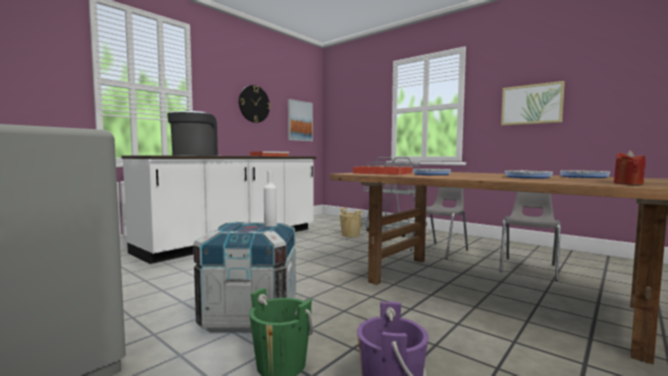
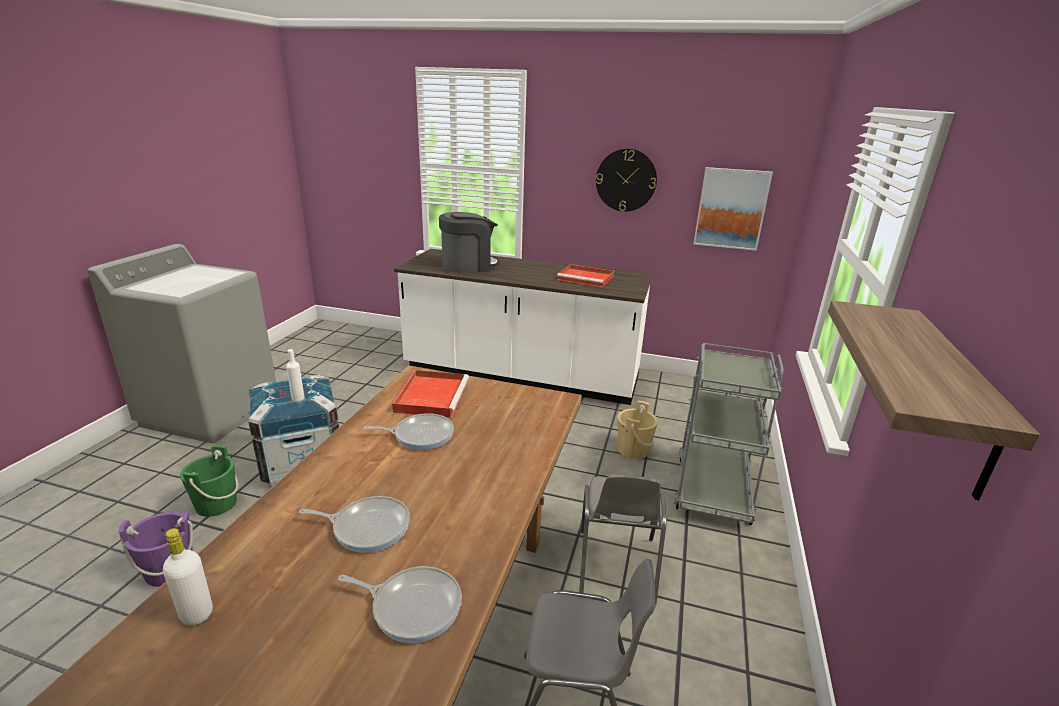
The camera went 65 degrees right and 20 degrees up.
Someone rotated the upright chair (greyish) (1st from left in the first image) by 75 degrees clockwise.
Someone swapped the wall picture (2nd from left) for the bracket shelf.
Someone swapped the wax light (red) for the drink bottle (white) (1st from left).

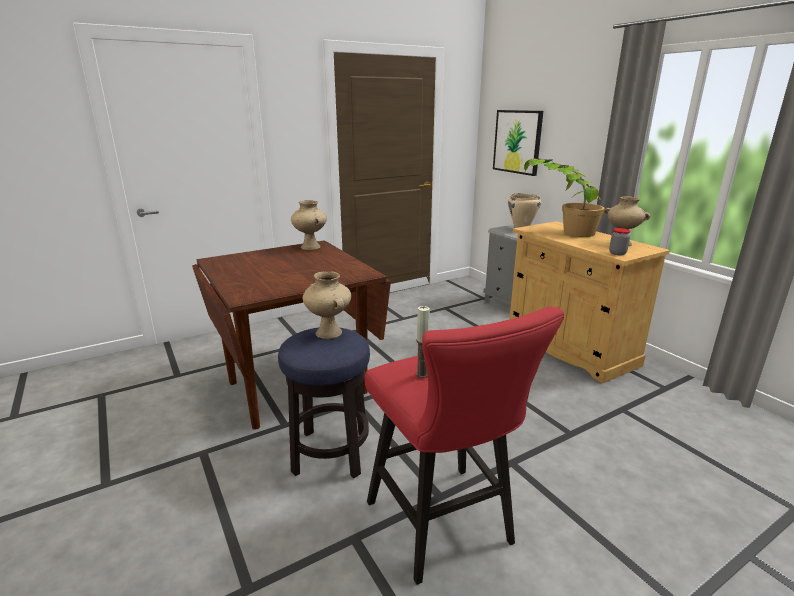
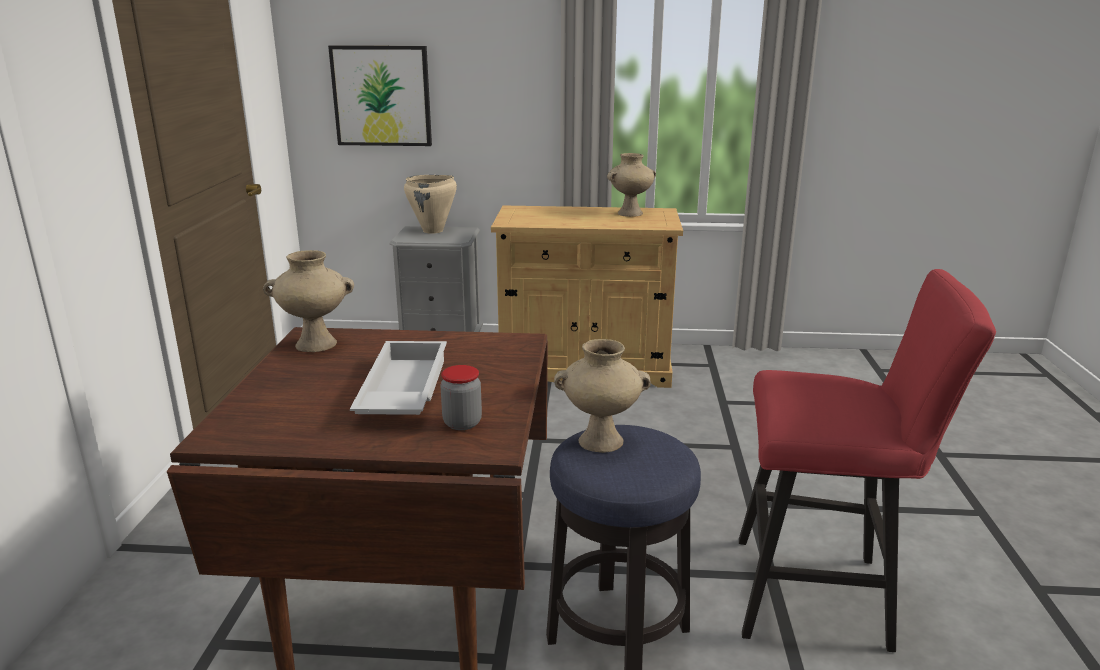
The camera went 55 degrees left and 0 degrees up.
Someone took away the wax light.
Someone took away the potted plant.
Someone carried the jar.
Someone put down the tray (white).

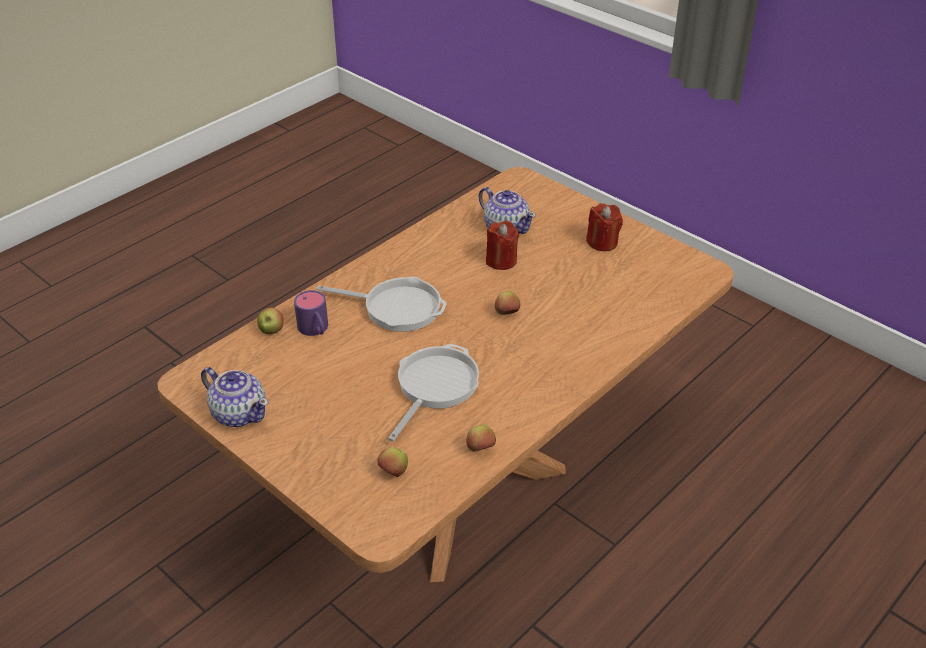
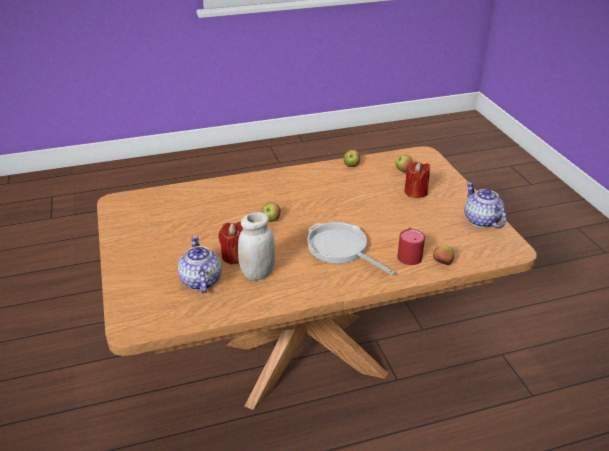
The camera went 150 degrees left and 5 degrees down.
Someone repainted the coffee mug (purple-coloured), which became the coffee mug (red).
Someone took away the skillet (2nd from left).
Someone carried the wax light (red) (2nd from left).
Someone put down the jar (white).

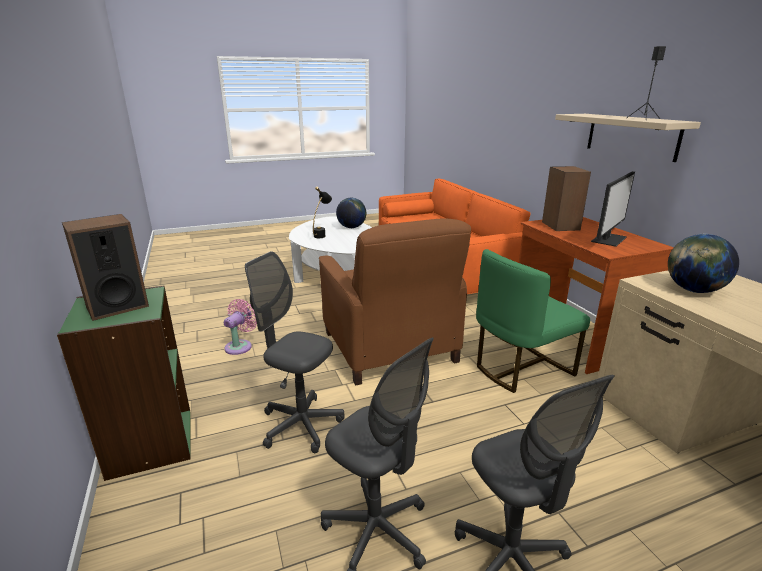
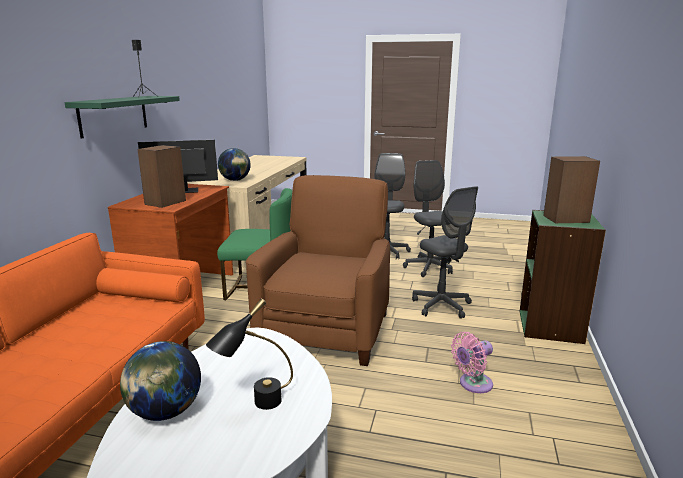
The camera went 145 degrees left and 5 degrees down.
Someone repainted the bracket shelf (sand-coloured), which became the bracket shelf (greenish).

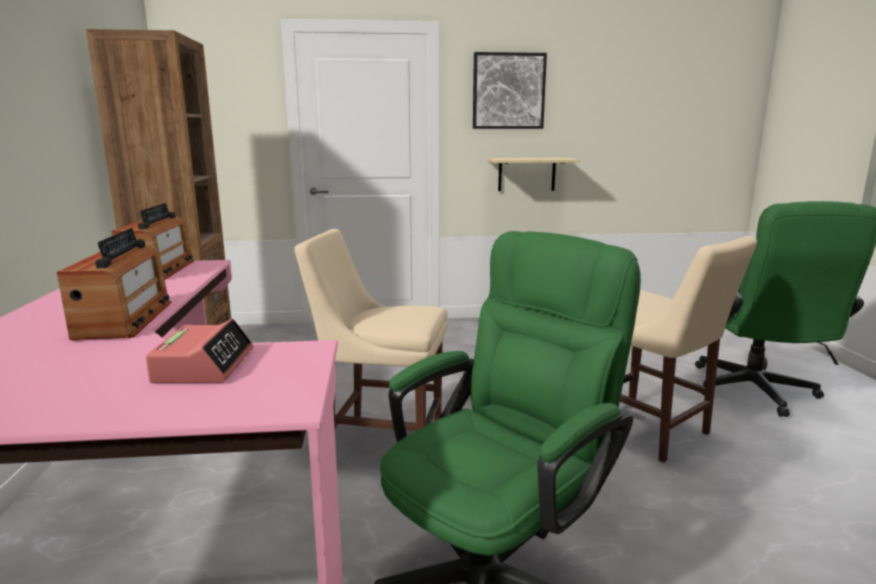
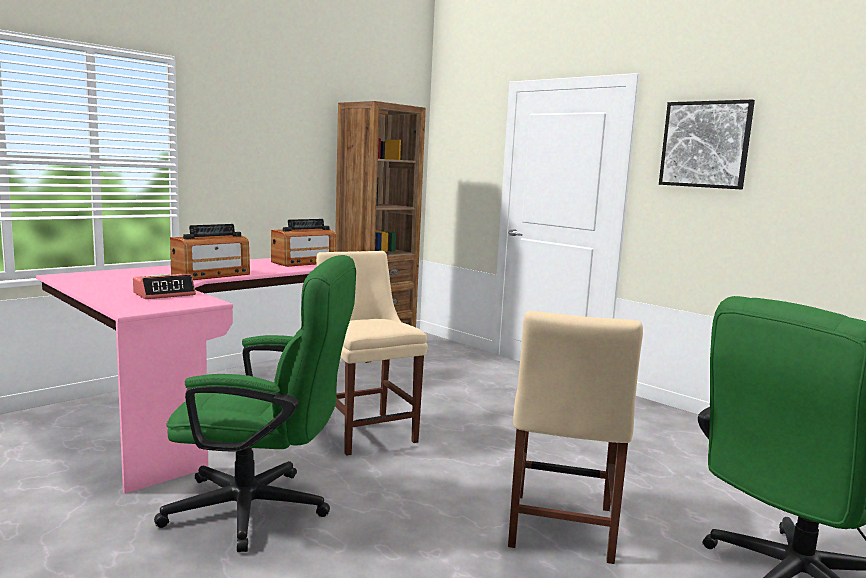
The camera went 50 degrees right and 5 degrees down.
Someone took away the bracket shelf (sand-coloured).

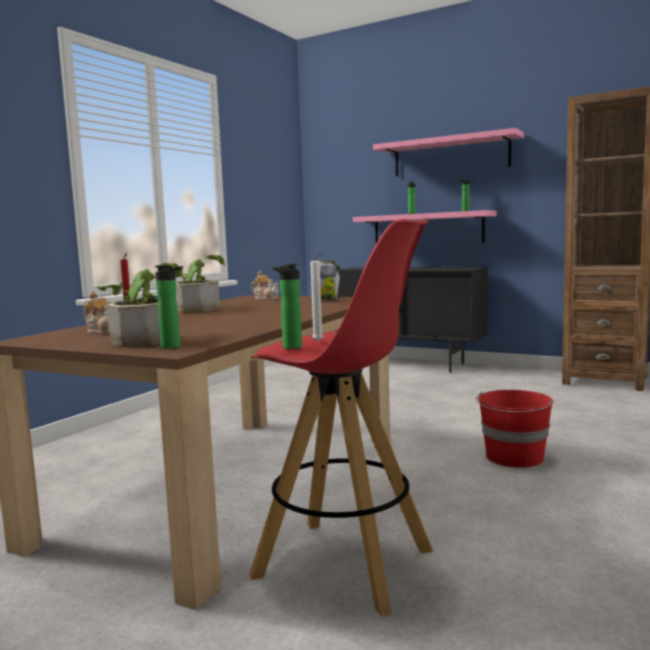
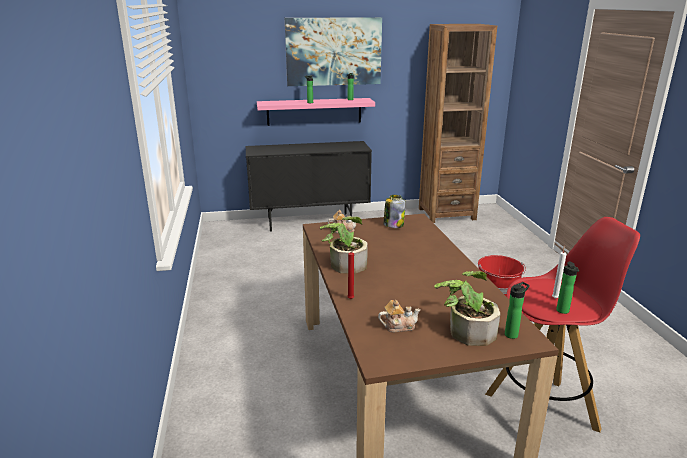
The camera went 40 degrees left and 15 degrees up.
Someone swapped the bracket shelf (pink) (2nd from left) for the wall picture.

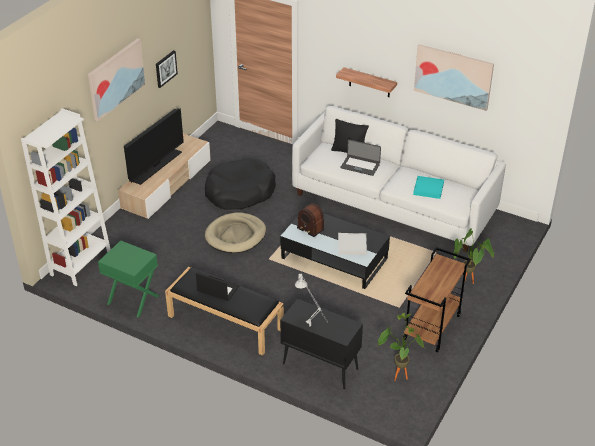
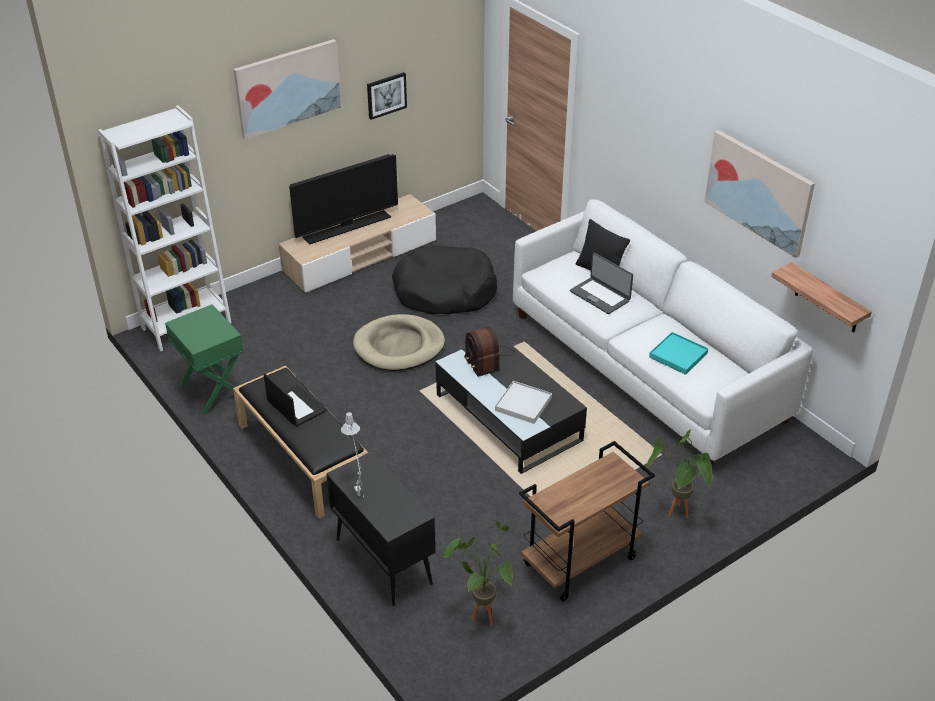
The camera went 25 degrees right and 0 degrees up.
Someone carried the bracket shelf.

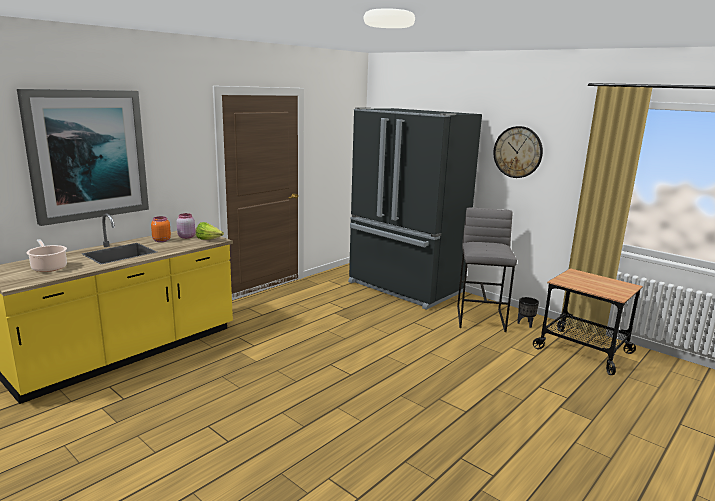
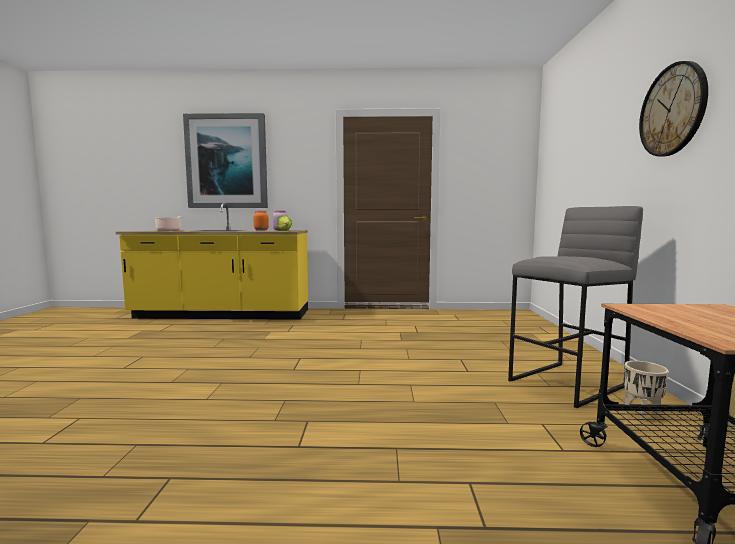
The camera went 50 degrees right and 10 degrees down.
Someone took away the refrigerator (black-coloured).
Someone repainted the planter (black-coloured), which became the planter (sand-coloured).

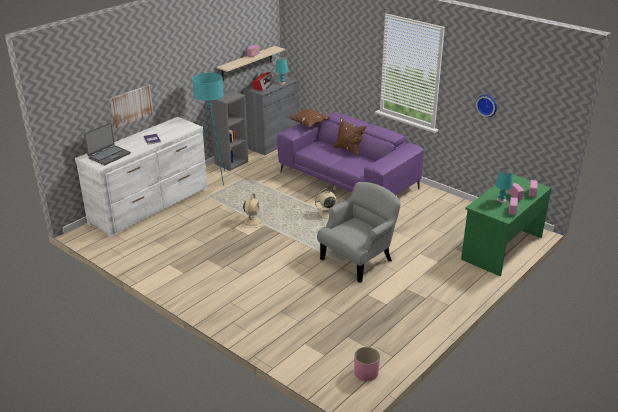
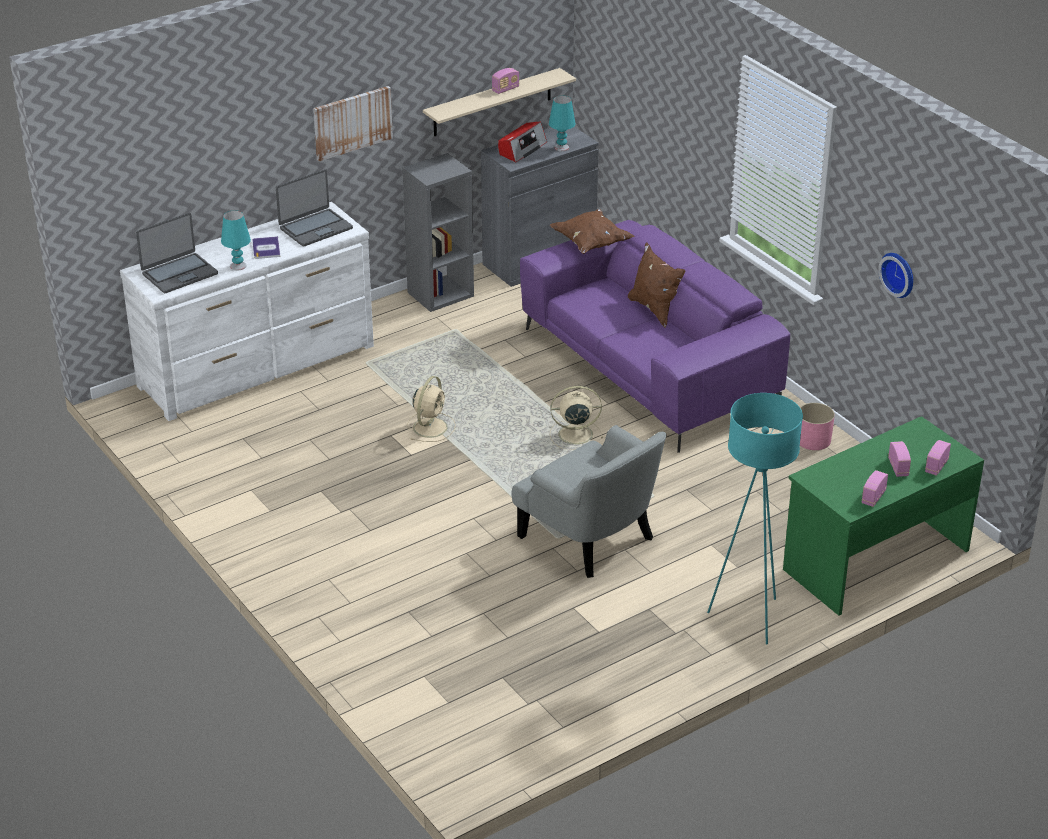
The camera went 15 degrees right and 5 degrees up.
Someone carried the wall picture.
Someone carried the standing lamp (turquoise).
Someone rotated the lounge chair (greyish) by 75 degrees clockwise.
Someone carried the planter (pink).
Someone carried the tabletop lamp (turquoise) (2nd from left in the first image).
Someone put down the notebook computer (2nd from left).

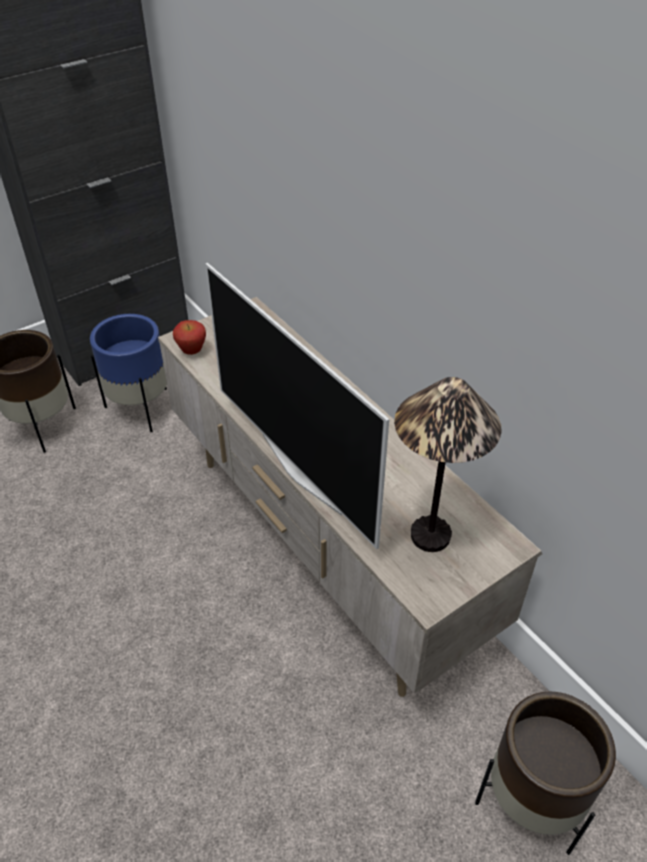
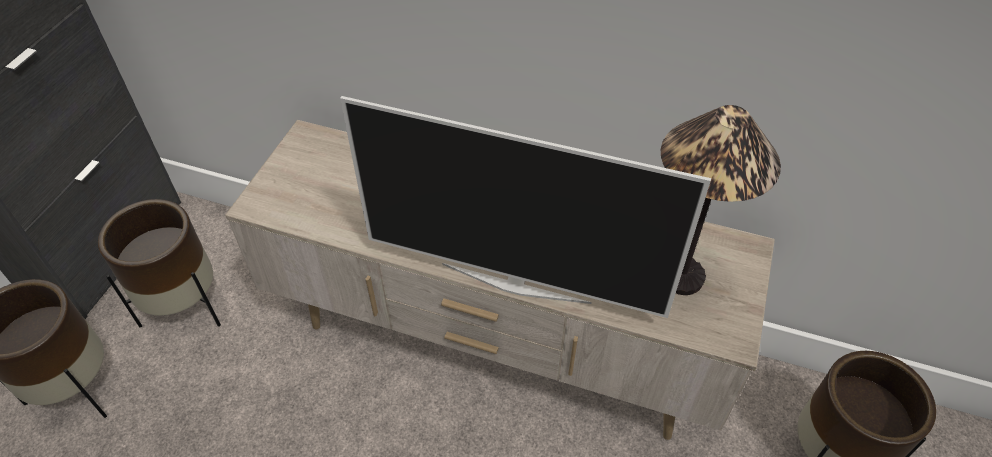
The camera went 35 degrees left and 5 degrees up.
Someone repainted the planter (blue), which became the planter (brownish) (2nd from left).
Someone took away the apple fruit.

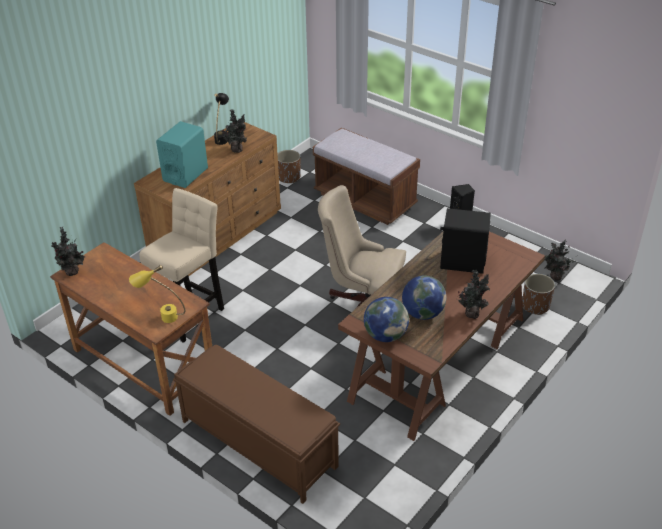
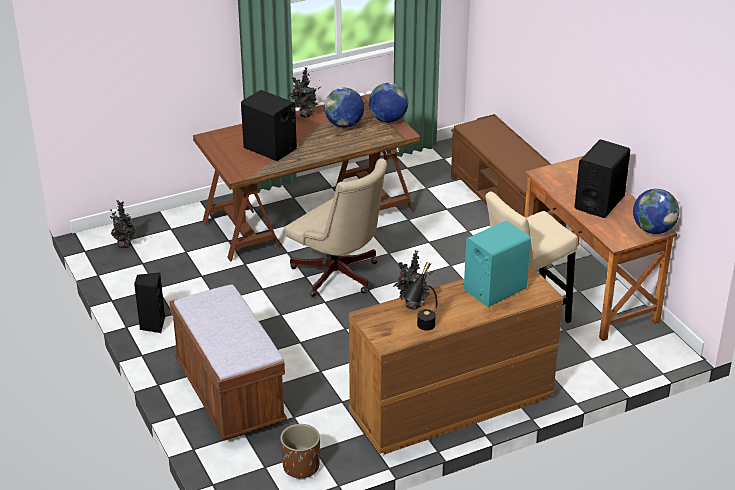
The camera went 155 degrees left and 5 degrees down.
Someone swapped the potted plant (1st from left) for the desk globe (3rd from left).
Someone took away the tabletop lamp (yellowish).
Someone took away the planter (brownish) (2nd from left).
Someone put down the speaker (black-coloured) (3rd from left).

